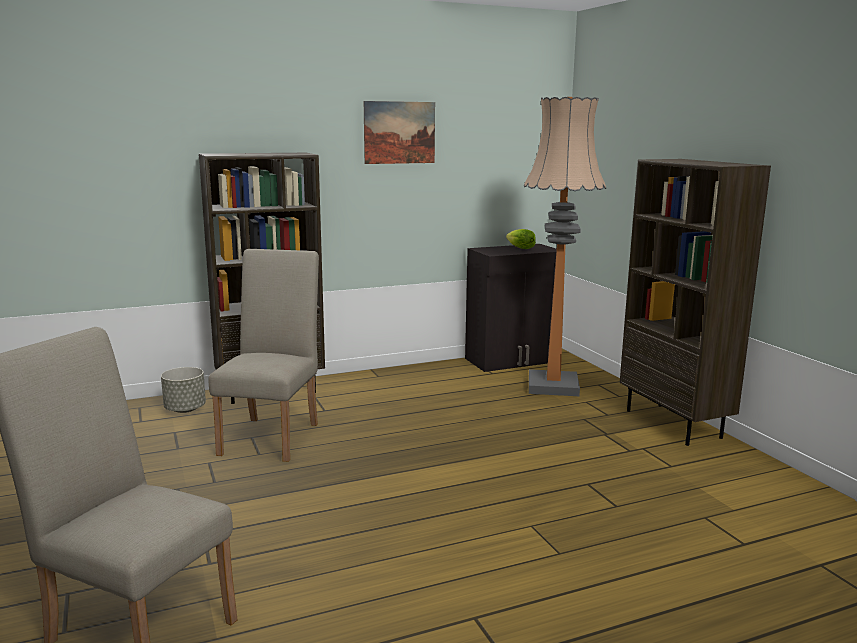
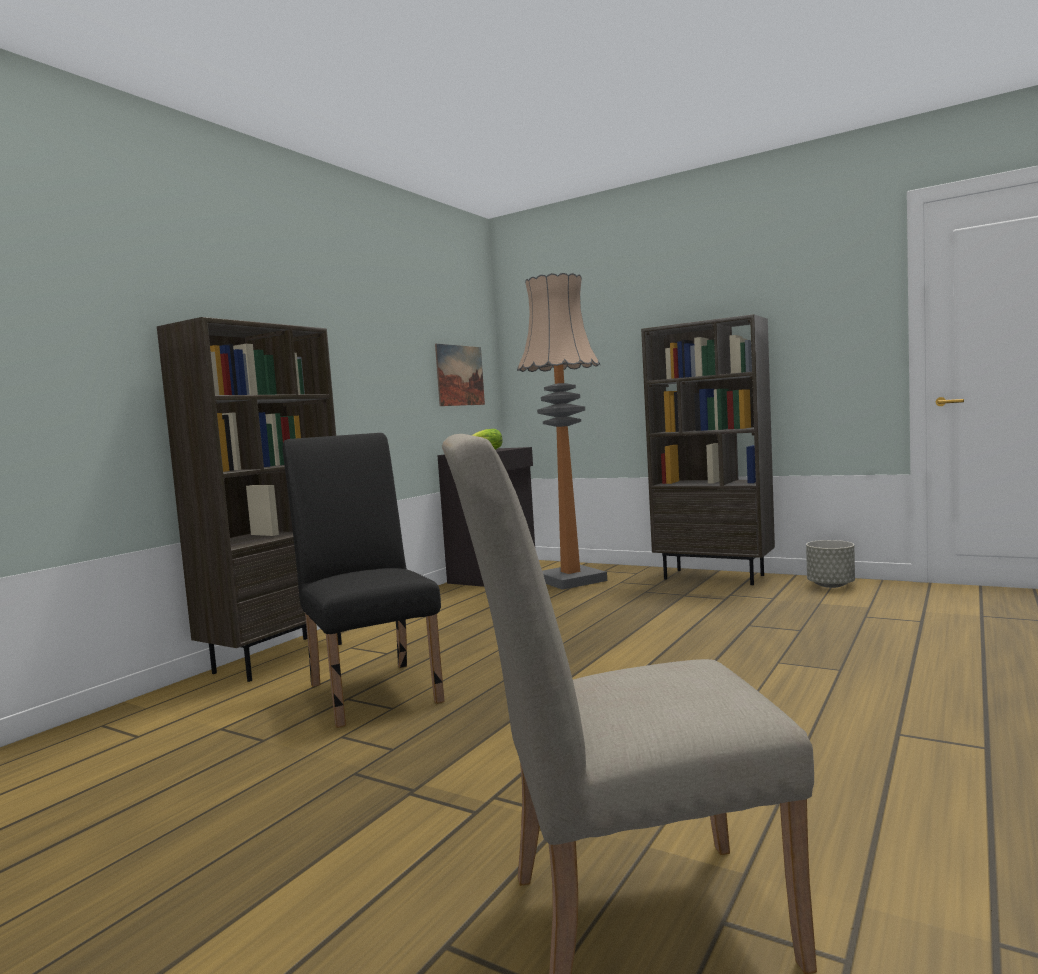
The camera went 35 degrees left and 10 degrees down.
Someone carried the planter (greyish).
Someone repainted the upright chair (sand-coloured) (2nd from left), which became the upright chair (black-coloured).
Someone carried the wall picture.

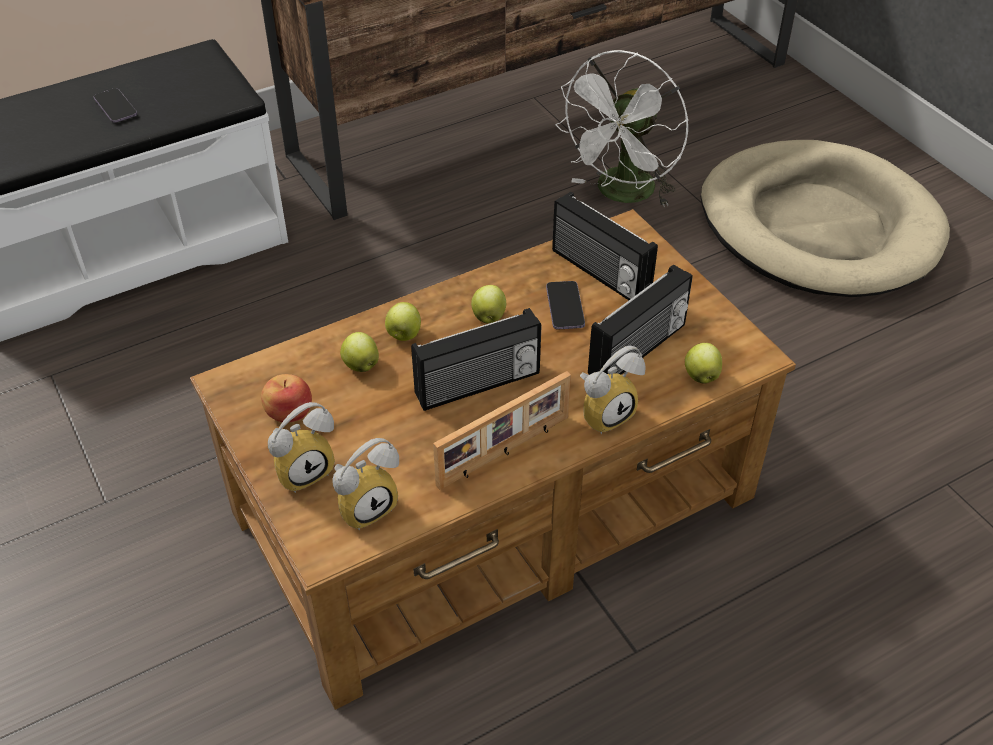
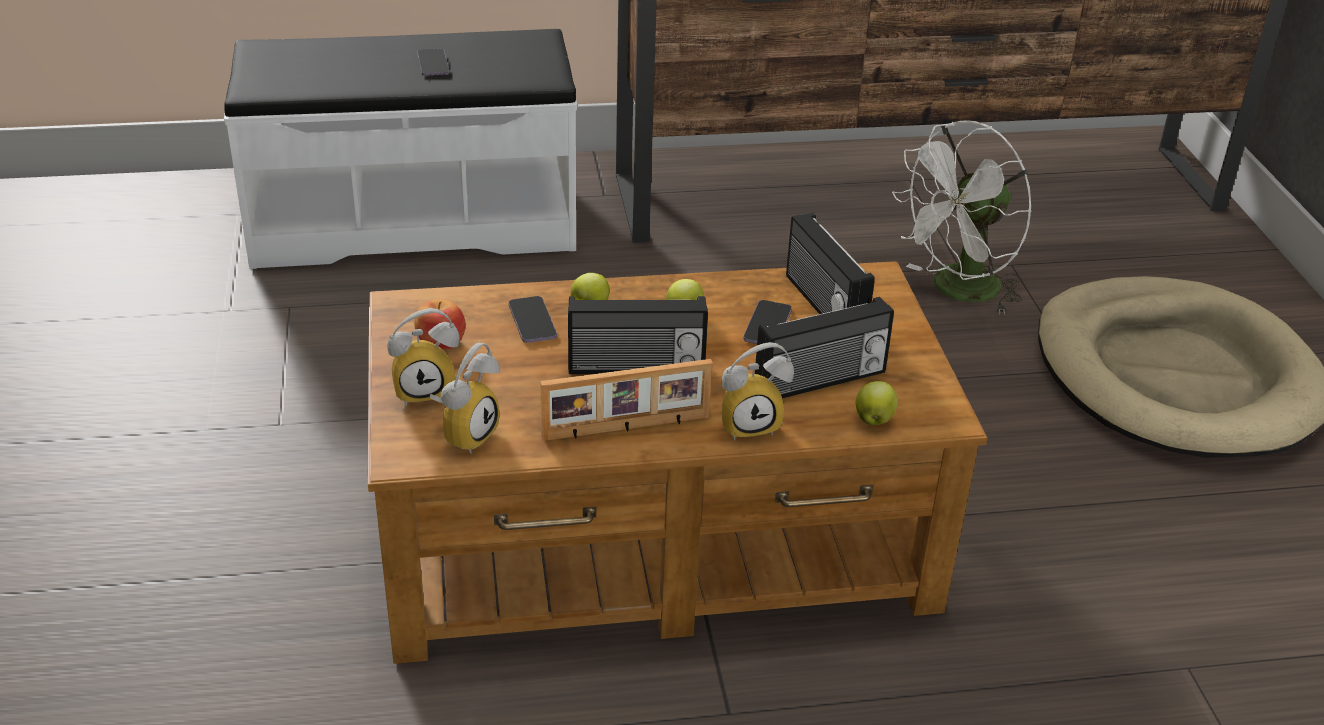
The camera went 20 degrees right and 10 degrees down.
Someone rotated the table clock (2nd from left) by 45 degrees counterclockwise.
Someone swapped the apple fruit (2nd from left) for the phone (2nd from left).

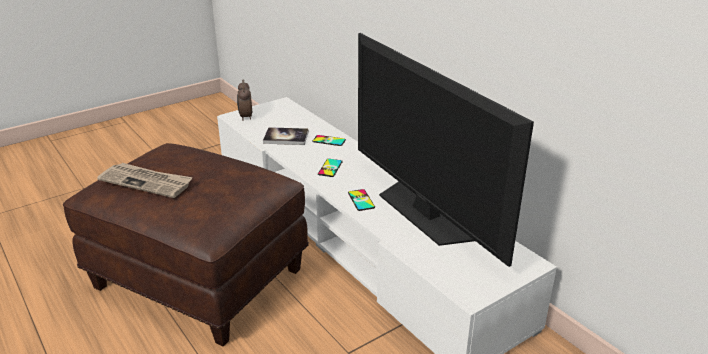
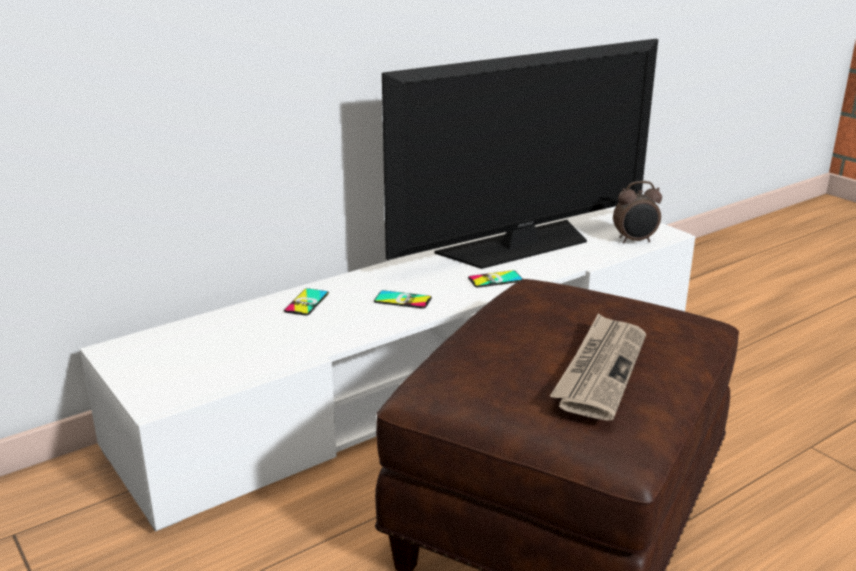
The camera went 90 degrees left and 5 degrees down.
Someone carried the table clock.
Someone took away the book.

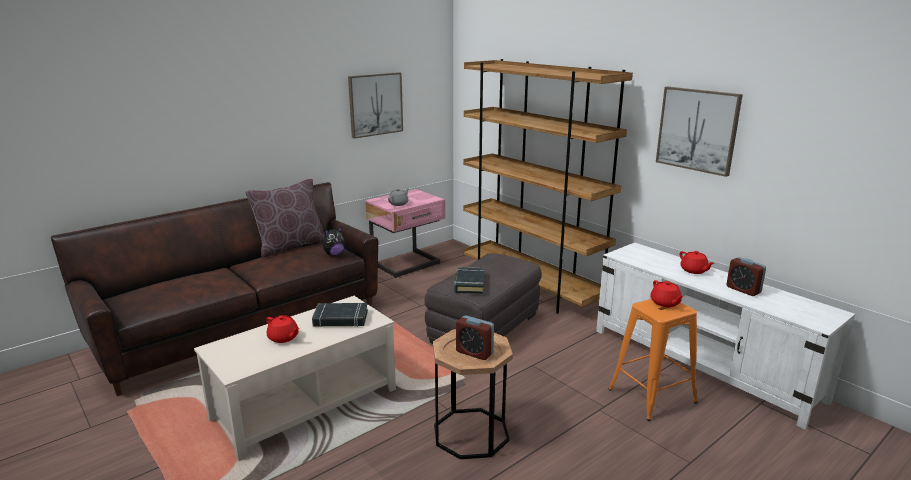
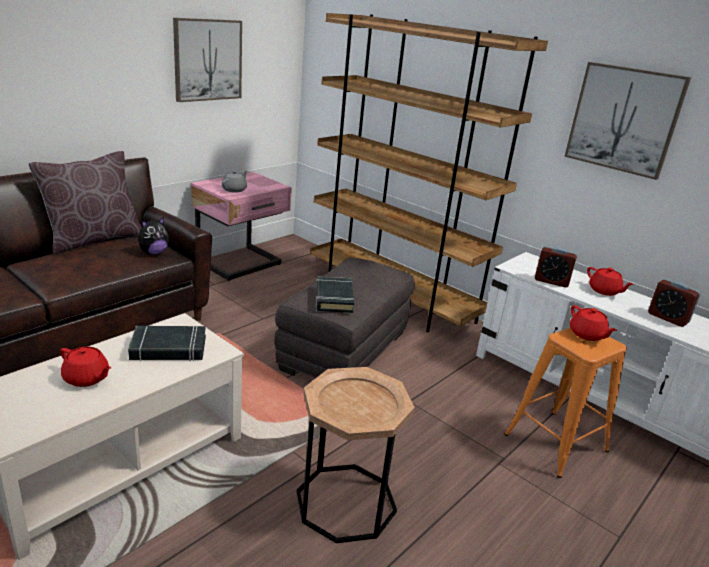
The camera went 10 degrees left and 5 degrees up.
Someone carried the table clock (1st from left).

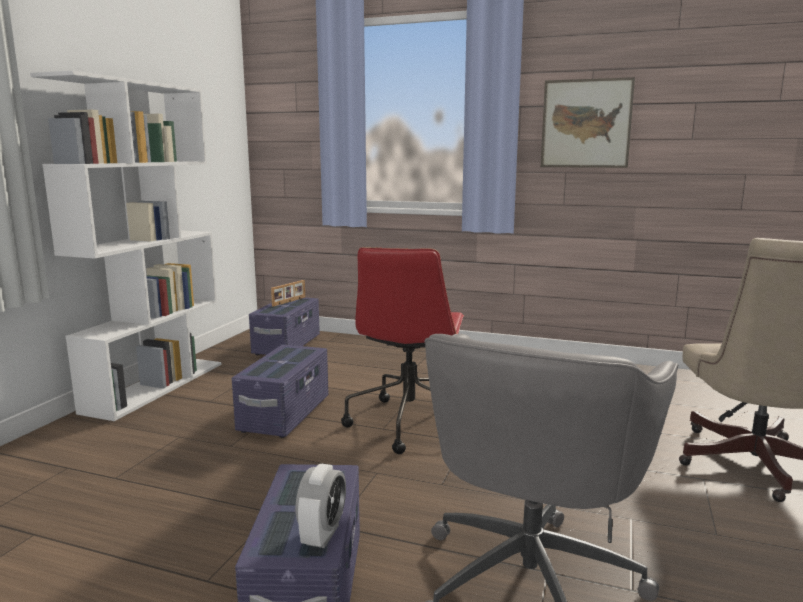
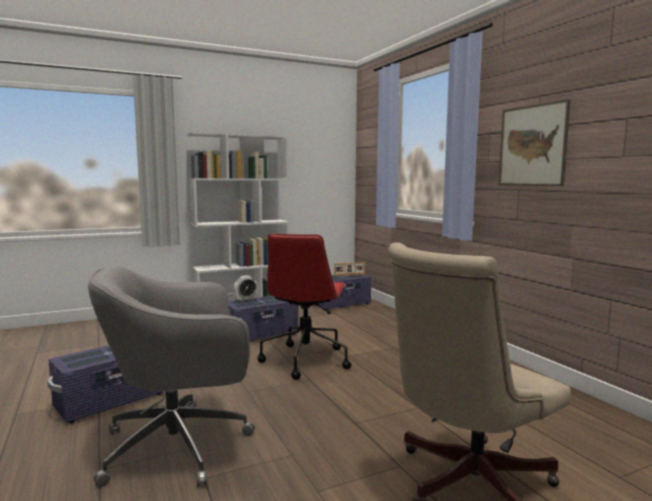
The camera went 45 degrees right and 5 degrees down.
Someone carried the table clock.
Someone rotated the computer chair (red) by 45 degrees counterclockwise.

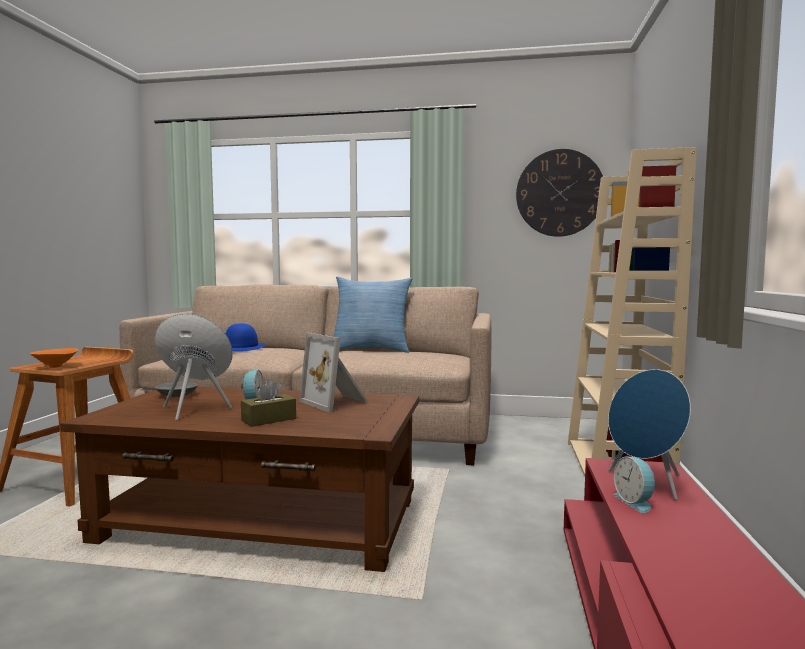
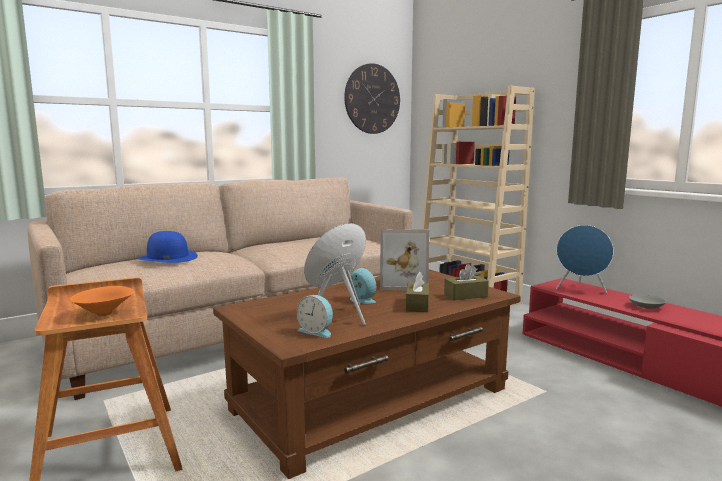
The camera went 45 degrees left and 5 degrees up.
Someone carried the deep dish (greyish).
Someone took away the throw pillow.
Someone carried the table clock (2nd from left in the first image).
Someone put down the tissue holder (brownish) (2nd from left).

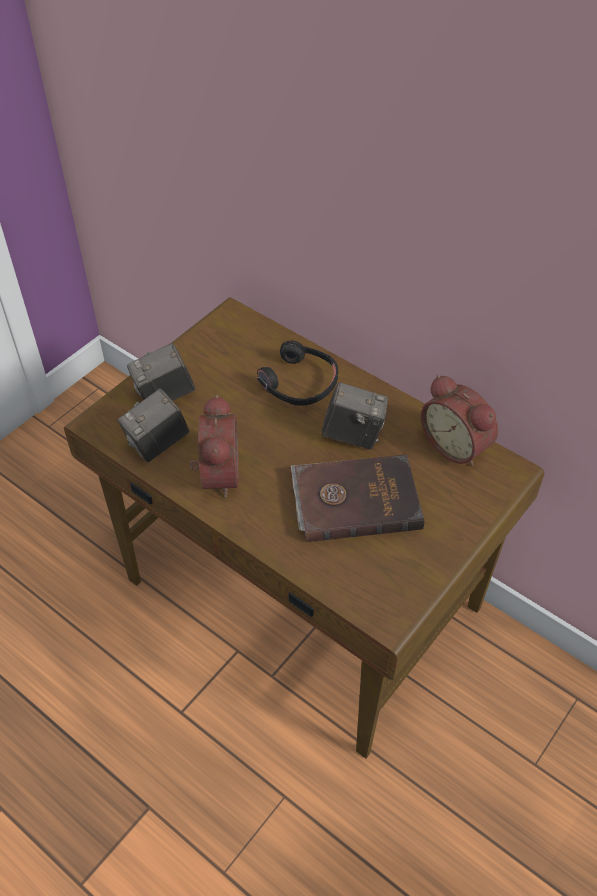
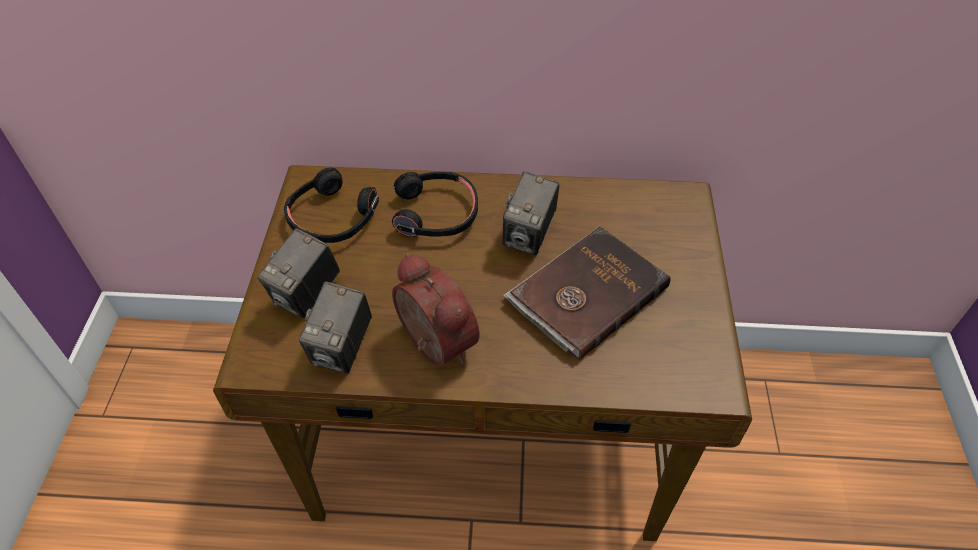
The camera went 35 degrees left and 0 degrees up.
Someone rotated the photo camera (3rd from left) by 135 degrees clockwise.
Someone took away the table clock (2nd from left).
Someone put down the pair of headphones (black-coloured) (1st from left).

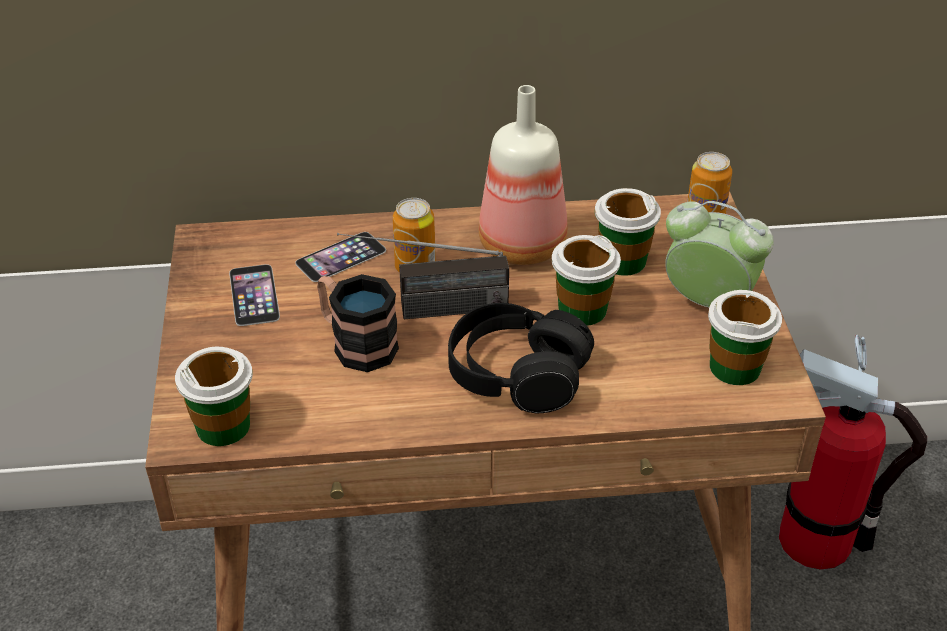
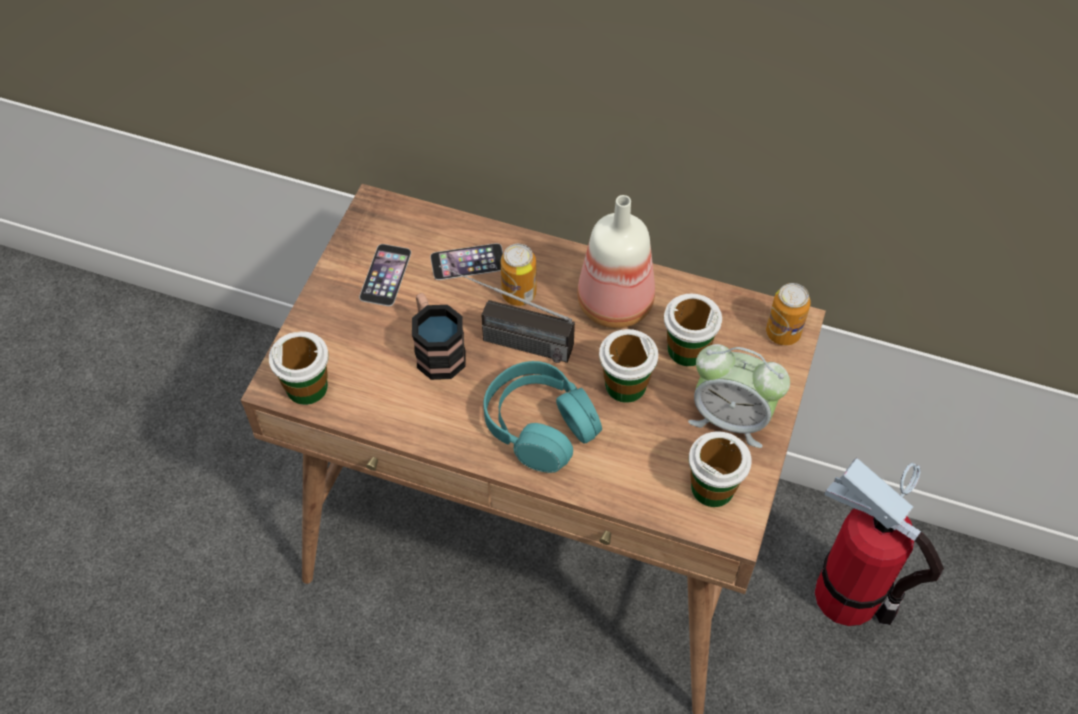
The camera went 25 degrees right and 15 degrees up.
Someone repainted the pair of headphones (black-coloured), which became the pair of headphones (turquoise).
Someone rotated the table clock by 150 degrees clockwise.

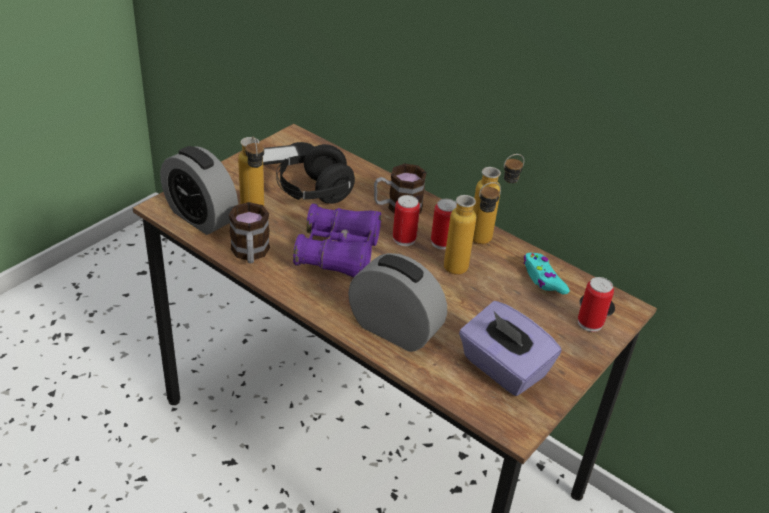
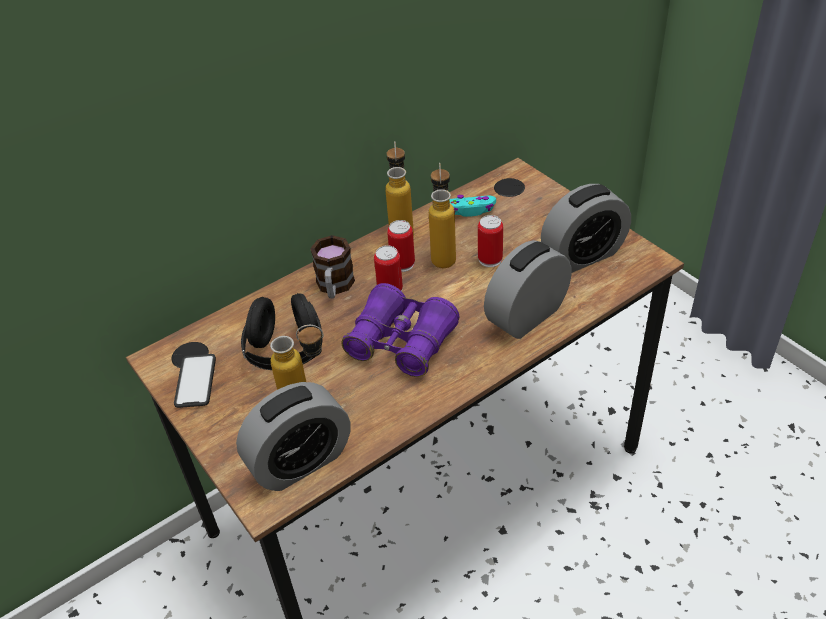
The camera went 70 degrees left and 5 degrees up.
Someone took away the coffee mug (1st from left).
Someone swapped the tissue holder (purple-coloured) for the table clock (3rd from left).
Someone carried the metal can (3rd from left).

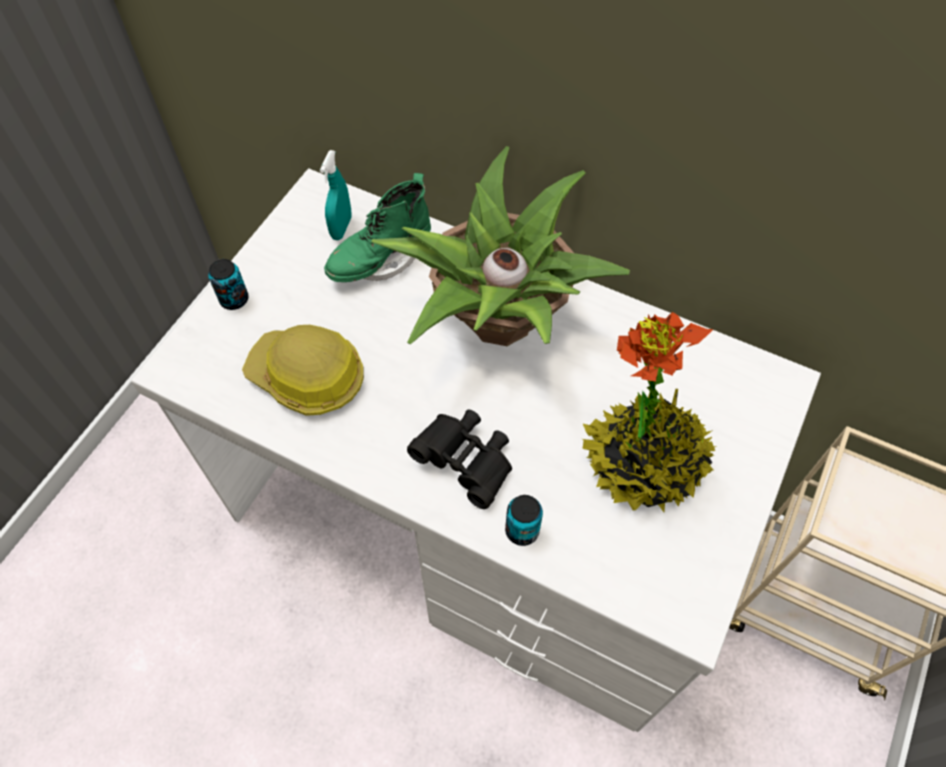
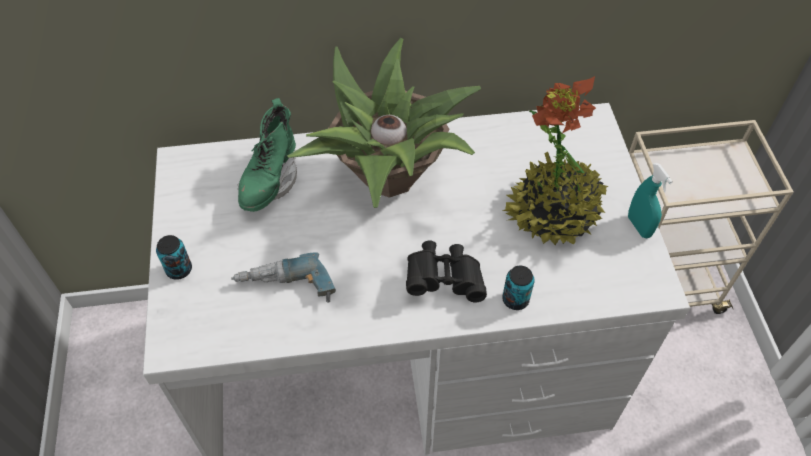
The camera went 35 degrees left and 5 degrees down.
Someone swapped the work helmet for the power drill.
Someone carried the spray bottle (turquoise).

